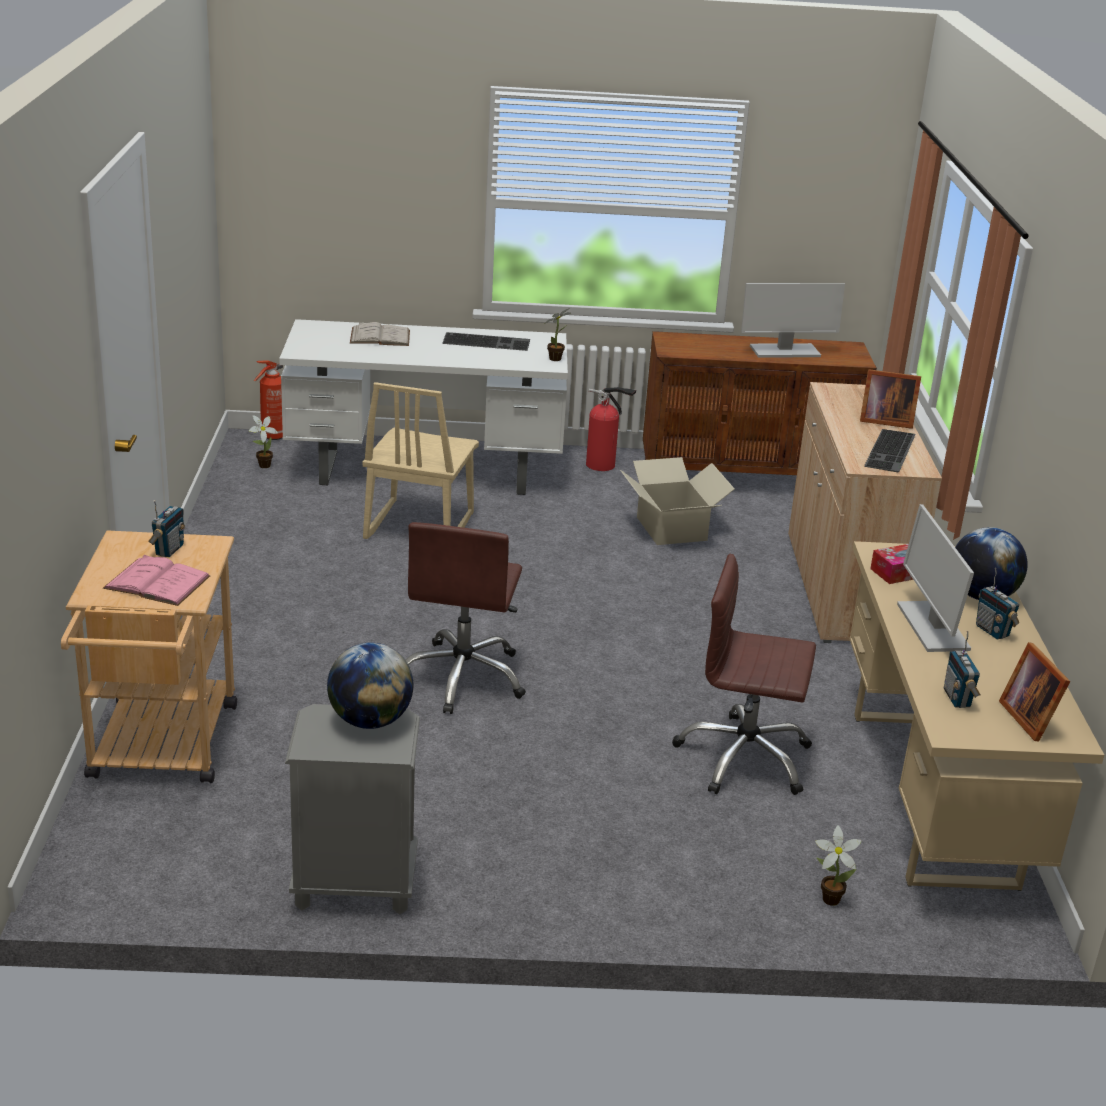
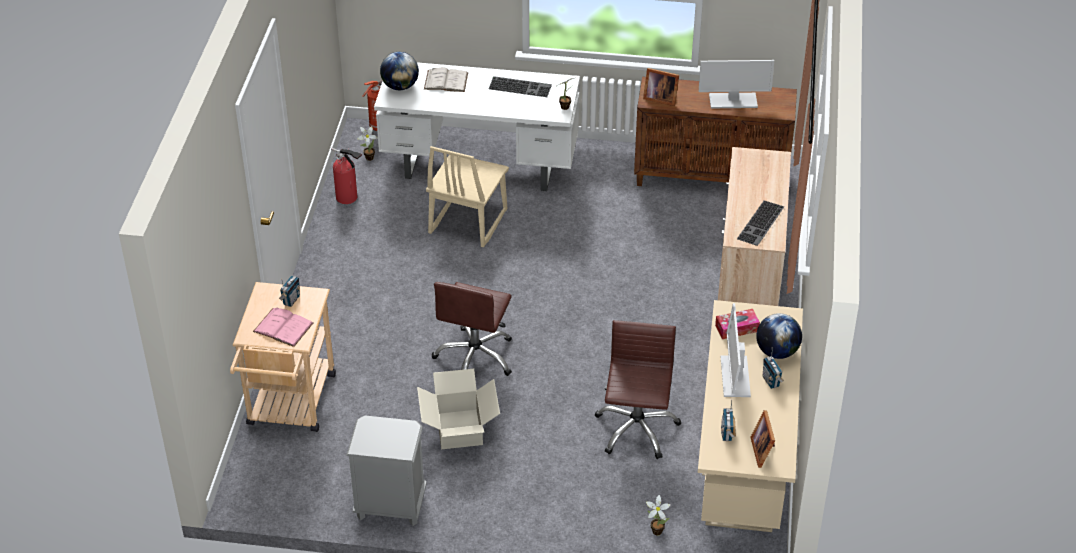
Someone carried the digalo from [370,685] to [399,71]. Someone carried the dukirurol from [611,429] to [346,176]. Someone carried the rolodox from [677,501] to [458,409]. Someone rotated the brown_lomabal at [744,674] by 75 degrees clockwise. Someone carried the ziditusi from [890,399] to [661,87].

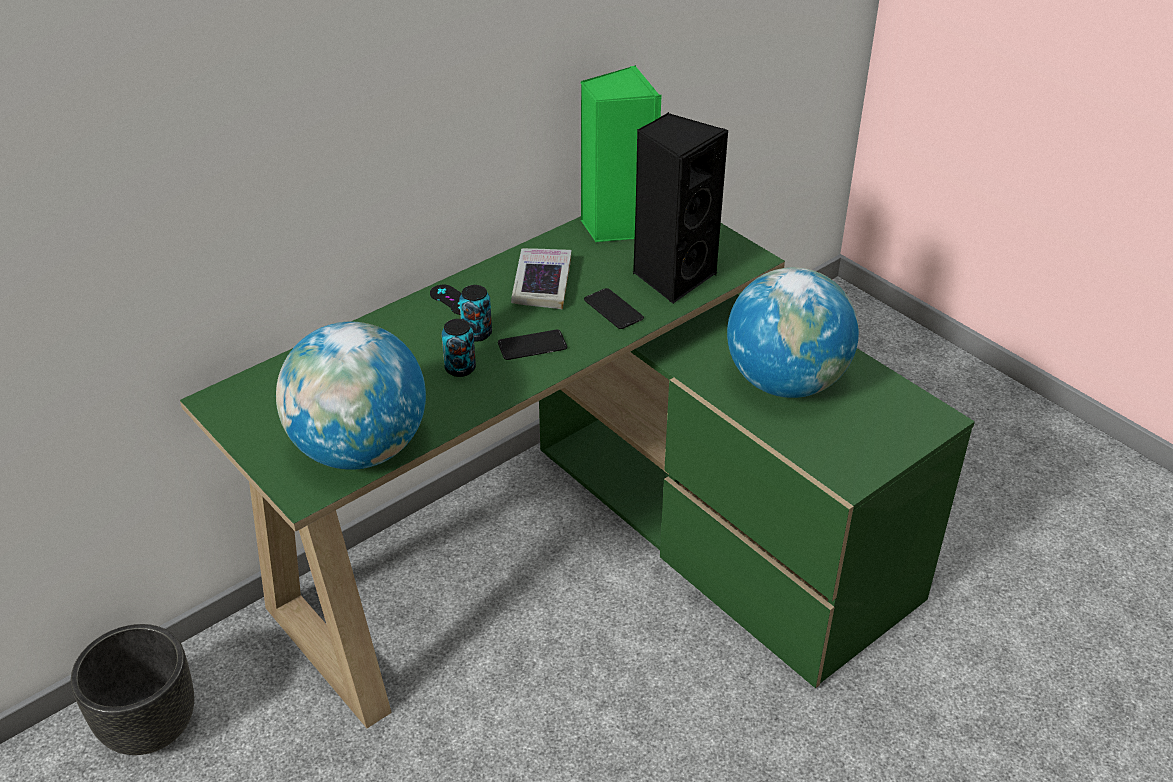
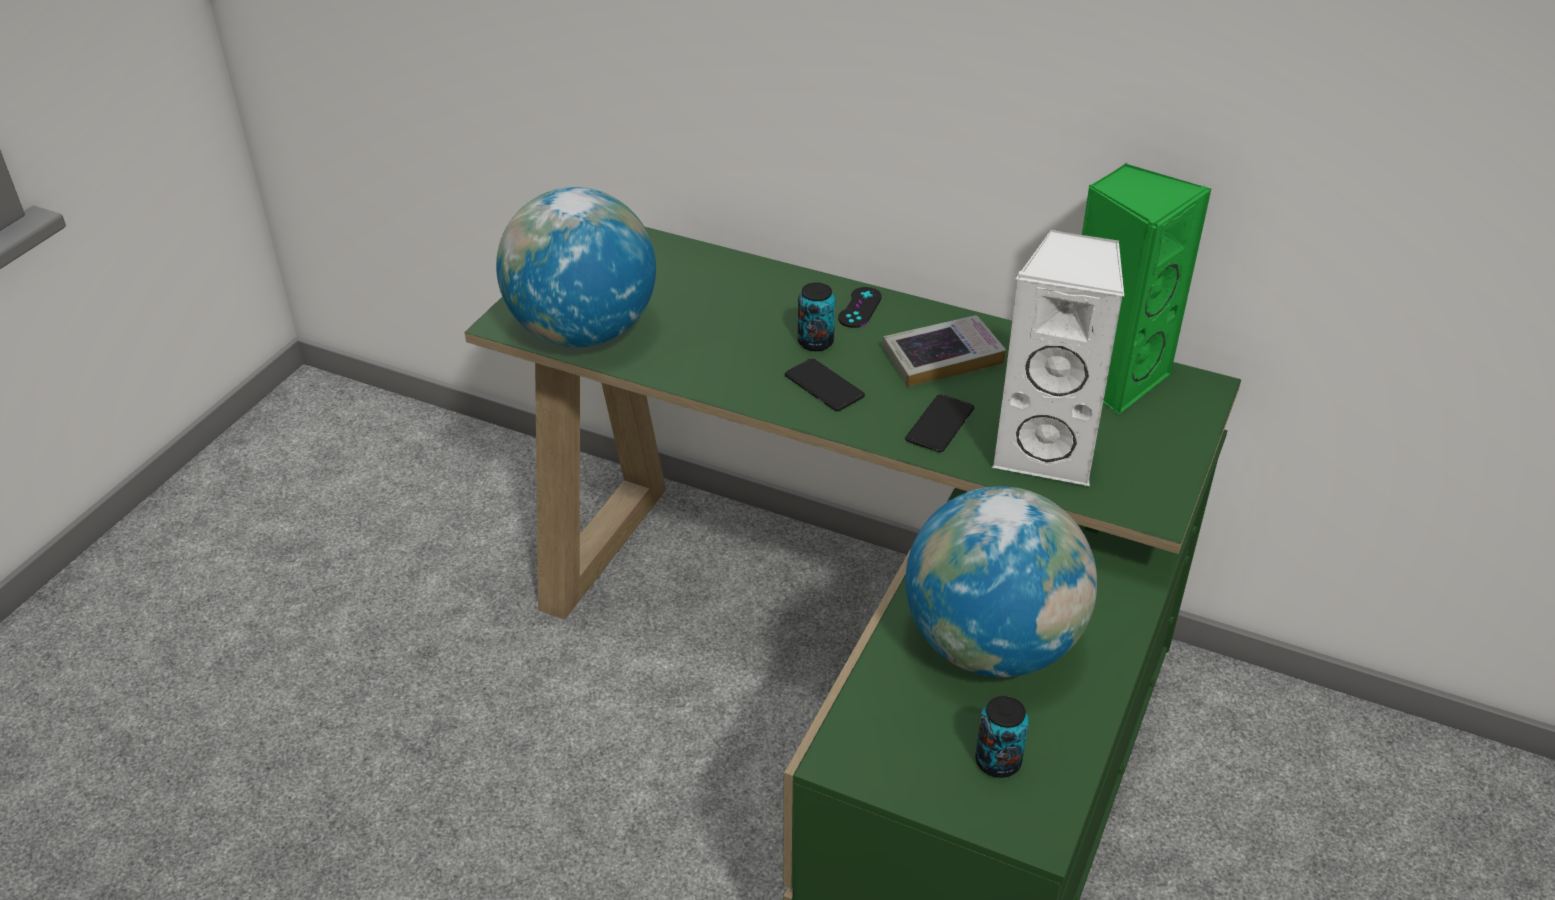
Someone took away the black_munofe at [132,689]. Someone carried the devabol from [459,348] to [1002,737]. Someone repainted the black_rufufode at [680,208], which became the white_rufufode at [1058,357].

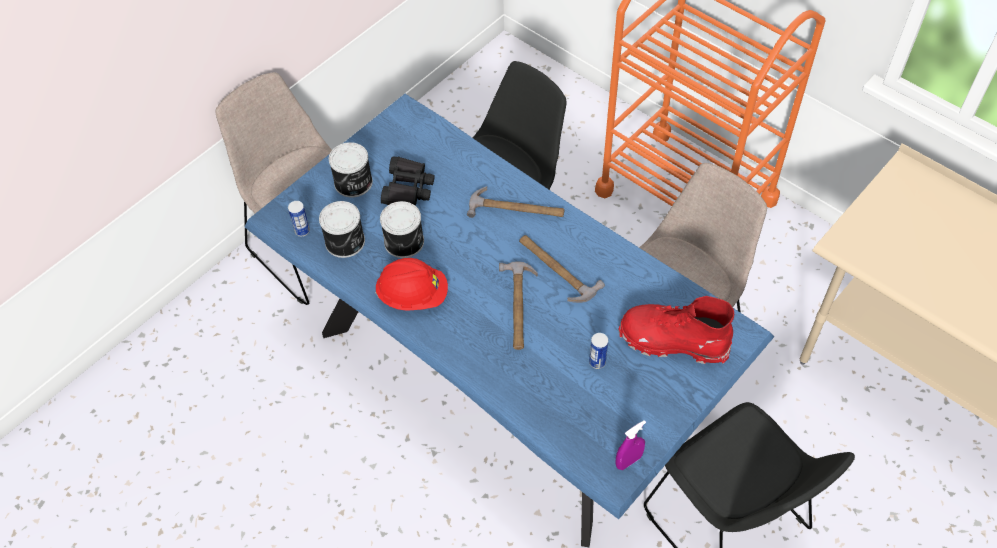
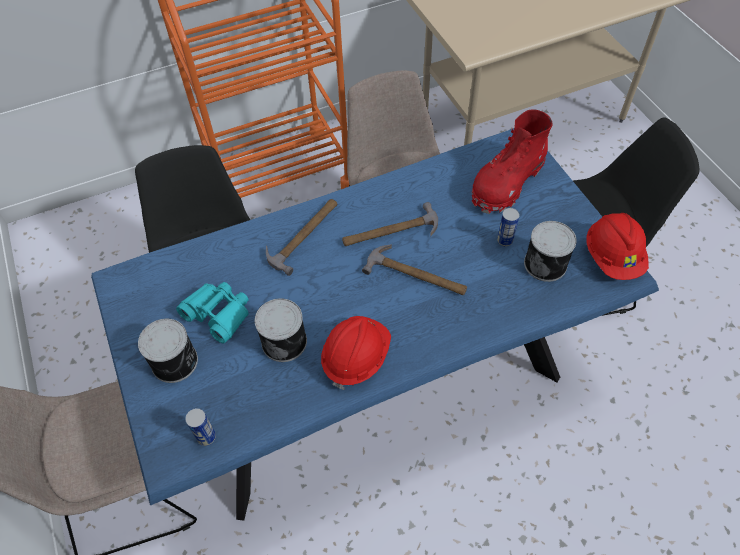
Someone carried the devabol from [342,229] to [550,251]. Someone repainted the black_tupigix at [408,181], which became the turquoise_tupigix at [212,312]. Someone swapped the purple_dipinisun at [631,445] for the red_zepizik at [618,246].

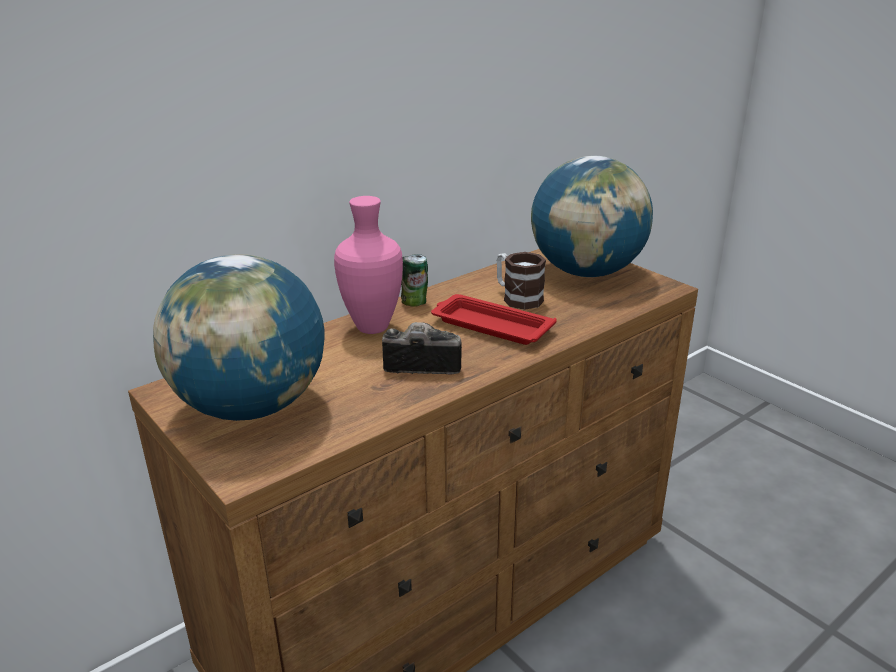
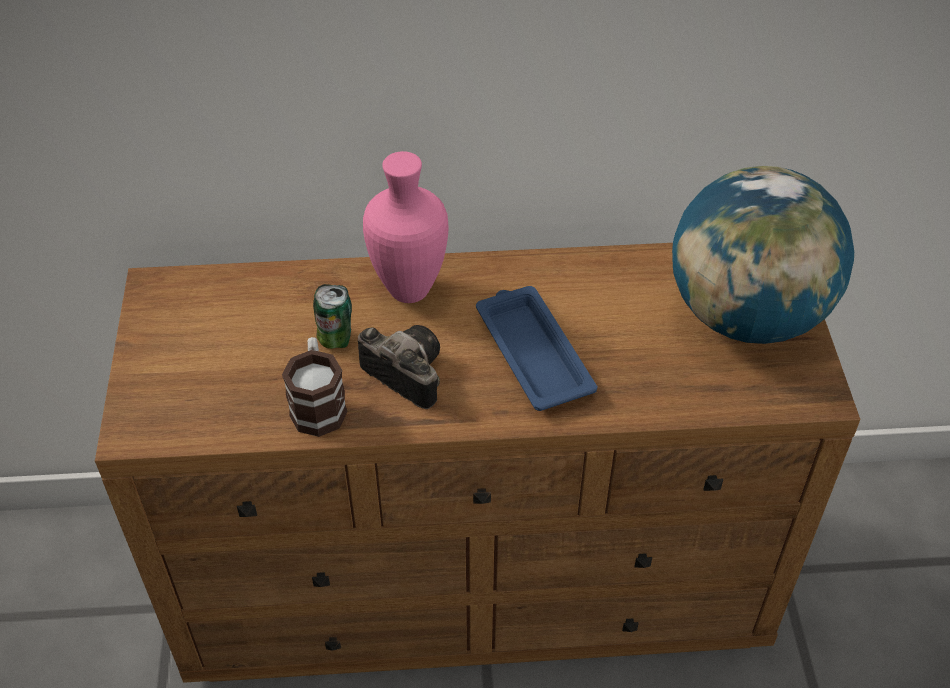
Someone took away the digalo at [239,337]. Someone carried the devabol from [414,280] to [332,316]. Someone repainted the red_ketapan at [494,319], which became the blue_ketapan at [537,348]. Someone carried the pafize from [521,281] to [315,387].

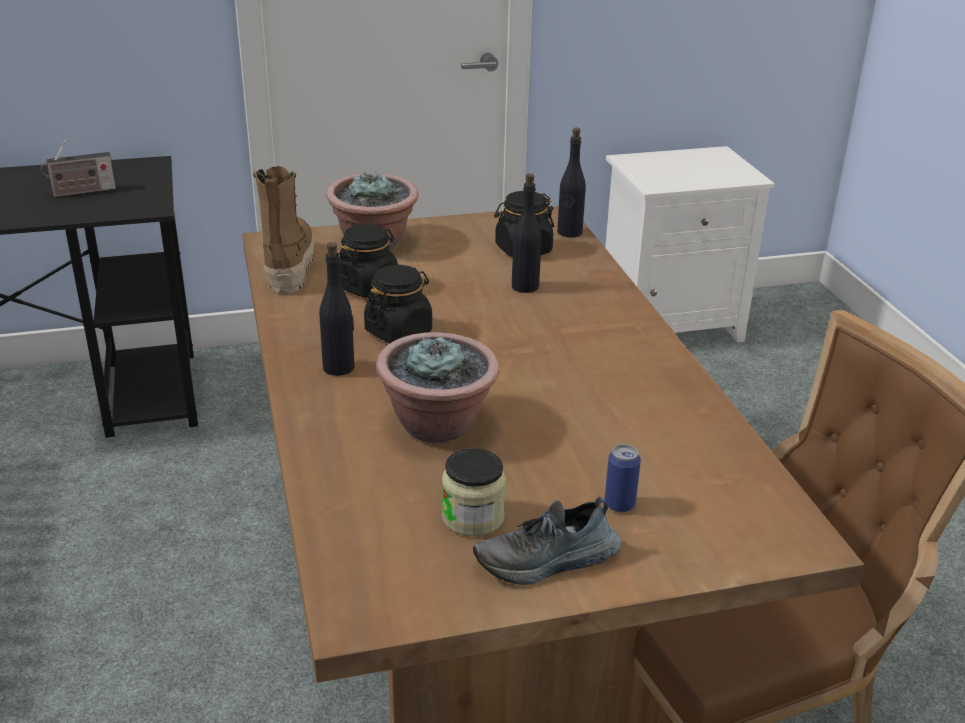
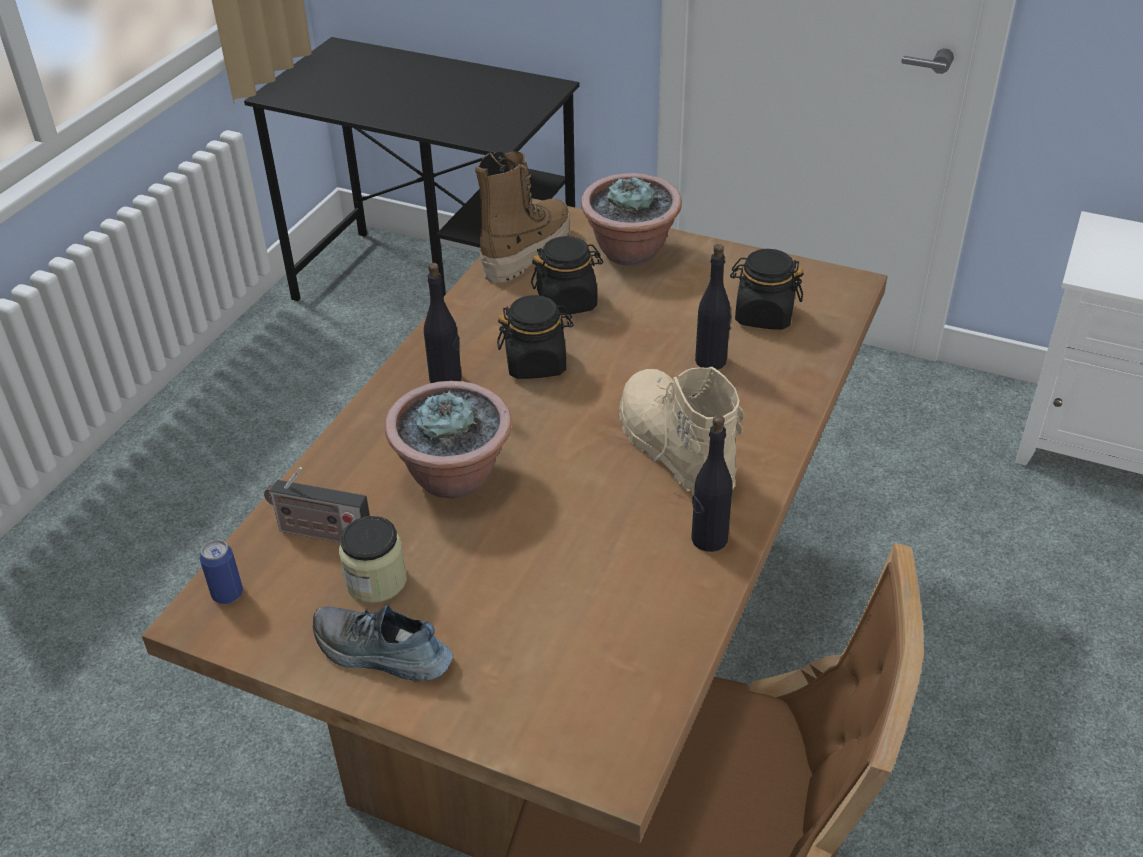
Someone carried the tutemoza from [78,168] to [317,505]. Someone carried the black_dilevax from [571,183] to [712,483]. Someone carried the devabol from [623,478] to [221,571]. Someone put down the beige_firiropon at [681,431].

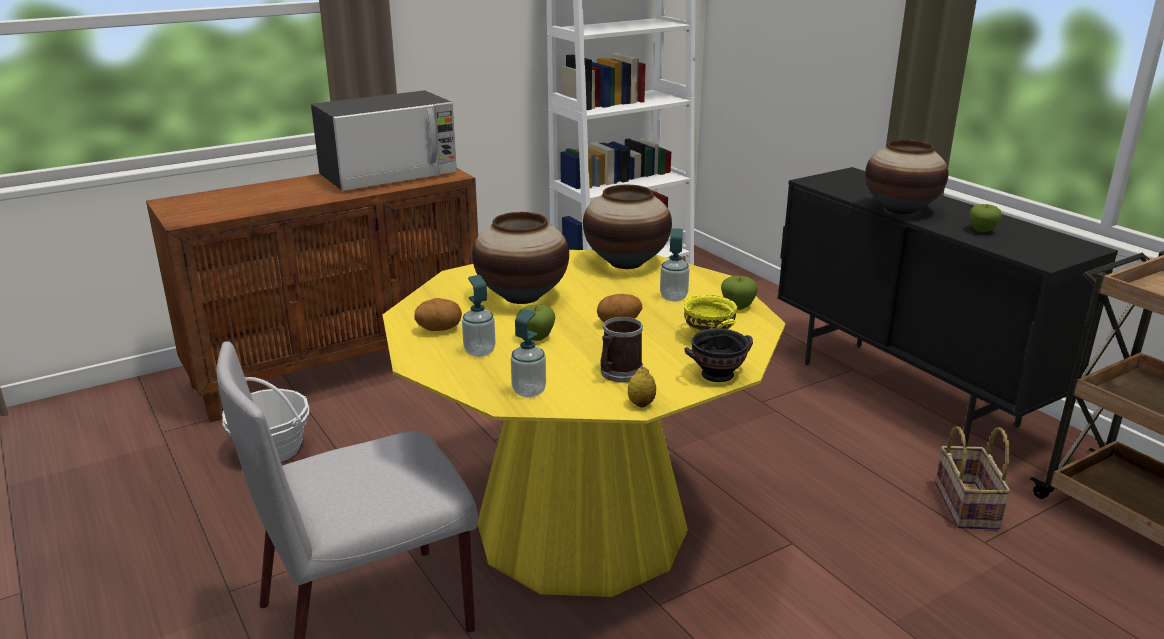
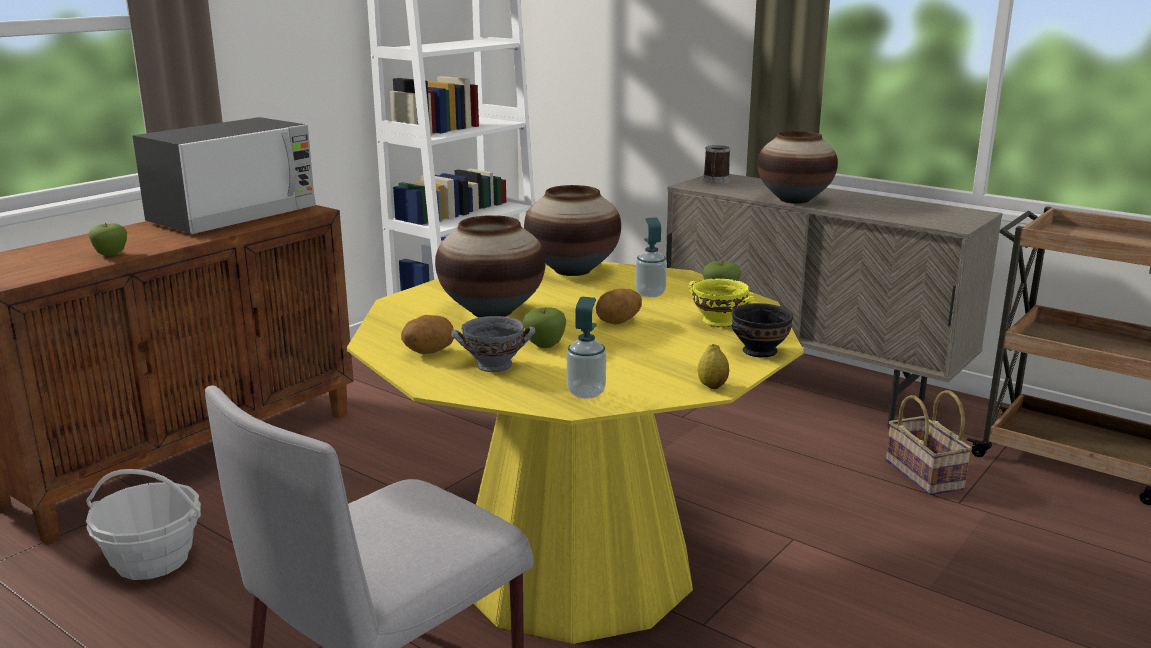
Someone swapped the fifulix at [479,316] for the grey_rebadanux at [493,344]. Someone carried the pafize from [621,349] to [716,164]. Someone repainted the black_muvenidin at [948,306], which became the beige_muvenidin at [834,301]. Someone carried the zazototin from [986,218] to [108,239].

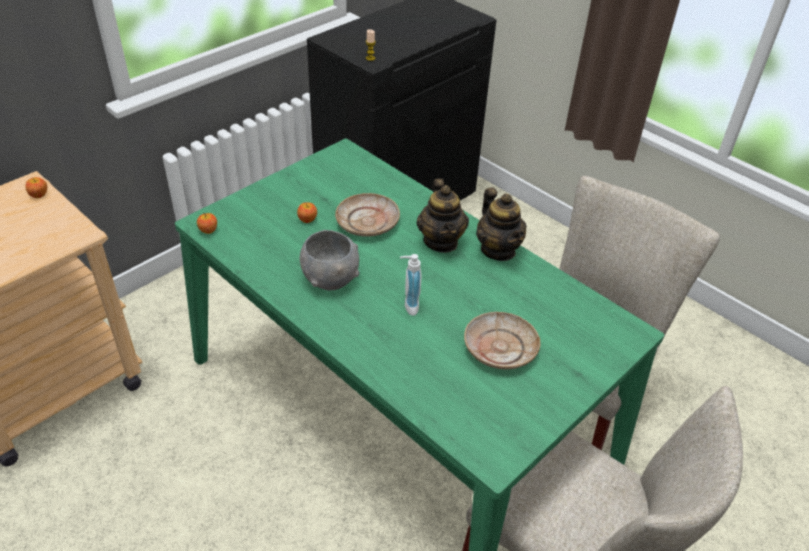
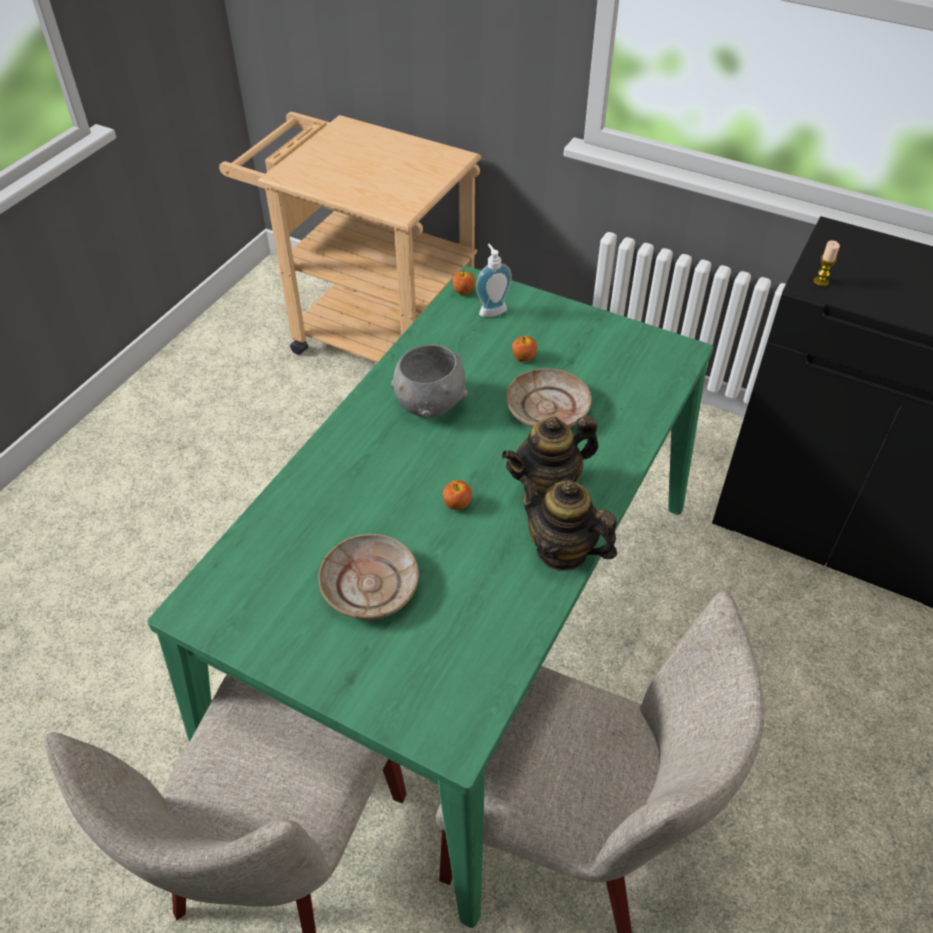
Someone carried the zazototin from [36,187] to [457,495]. Someone carried the fifulix from [410,285] to [494,280]. Someone rotated the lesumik at [501,224] by 75 degrees clockwise.

